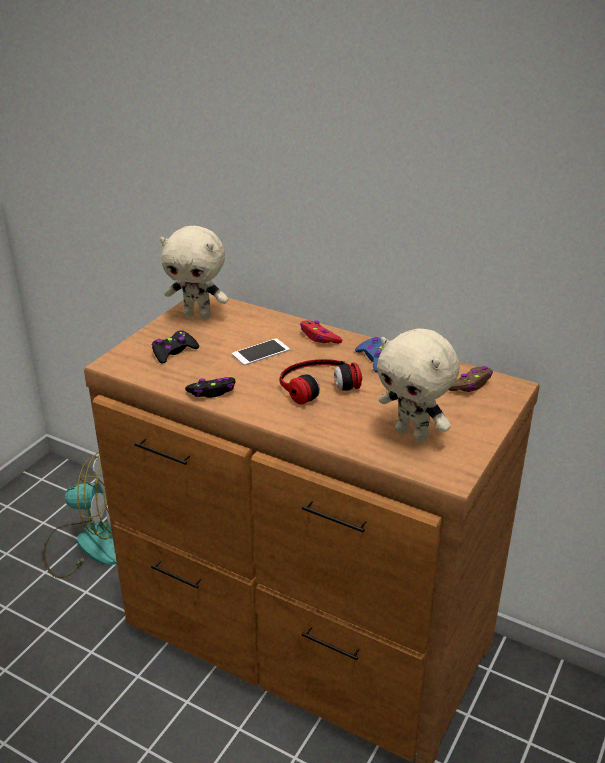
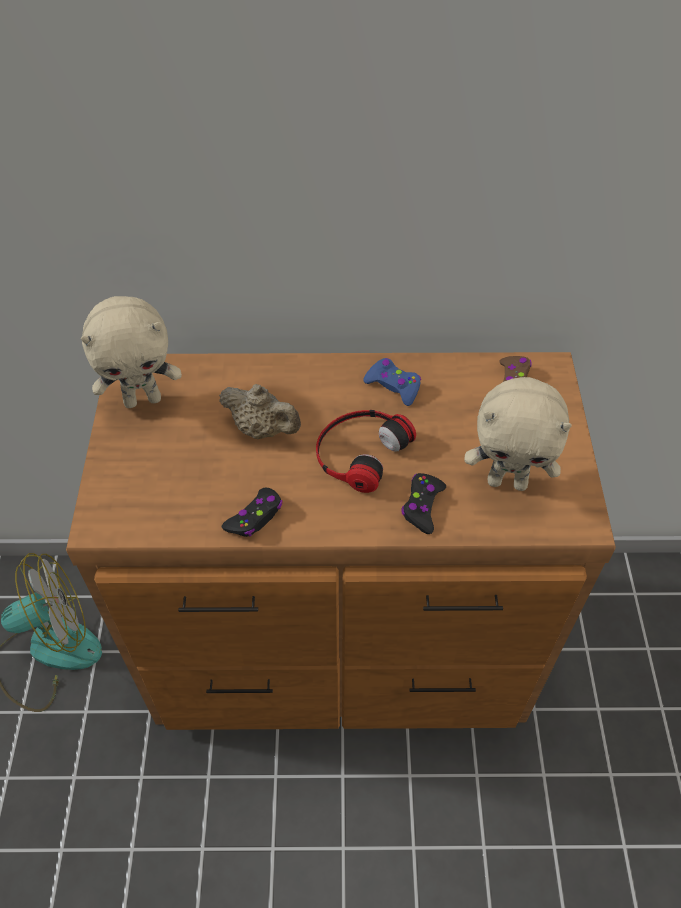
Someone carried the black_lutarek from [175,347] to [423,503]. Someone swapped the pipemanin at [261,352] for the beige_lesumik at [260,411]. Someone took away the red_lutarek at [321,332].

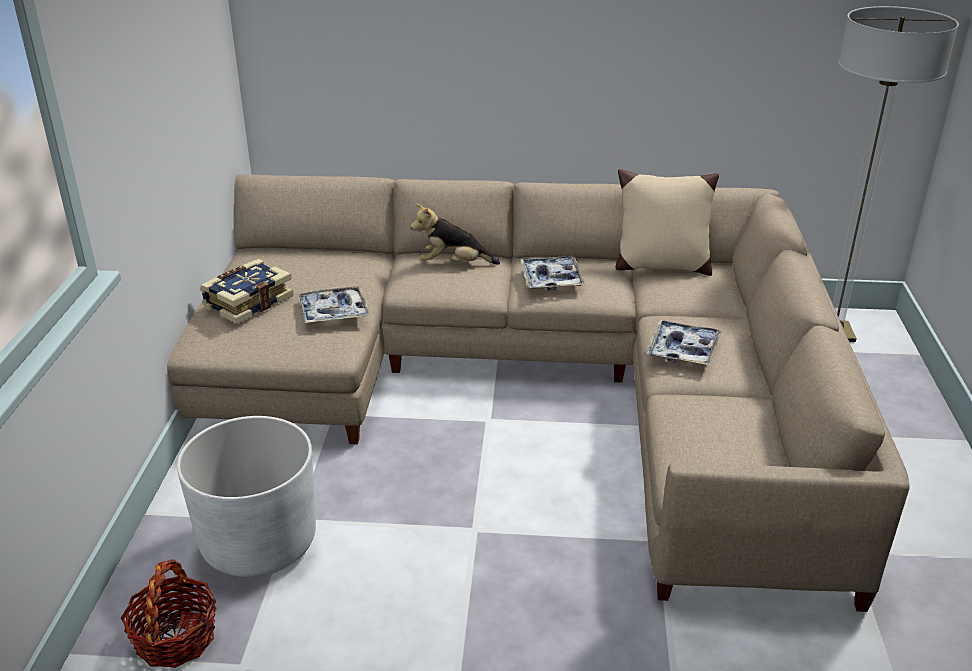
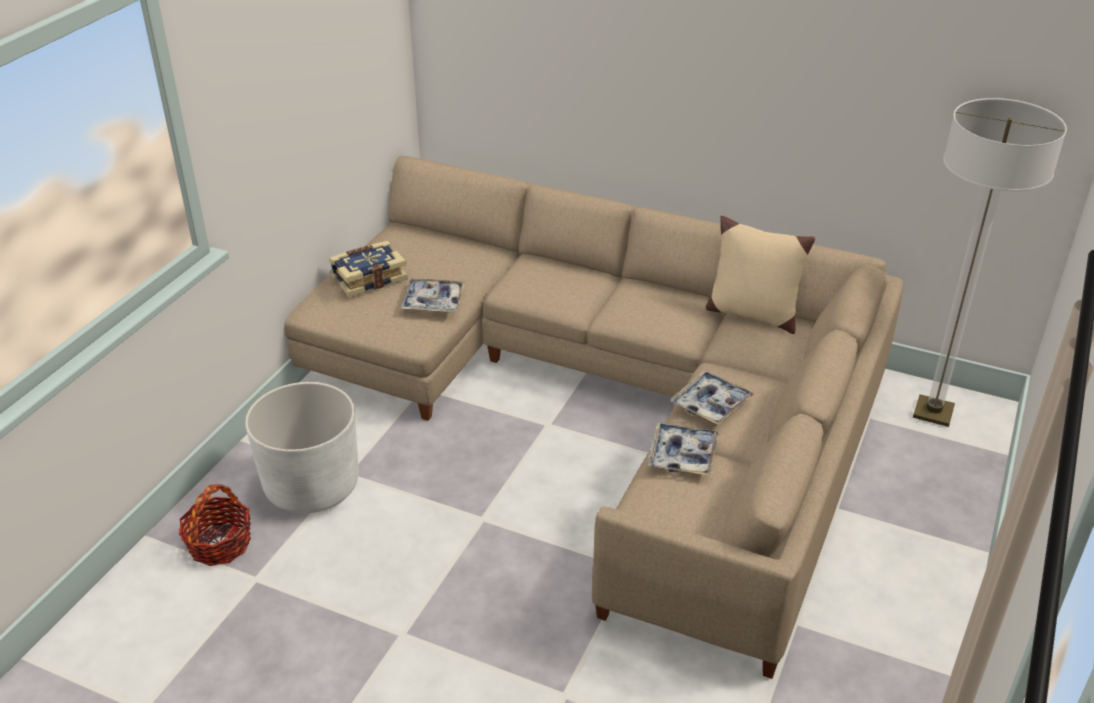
Someone took away the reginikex at [455,233]. Someone carried the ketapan from [553,273] to [683,449].

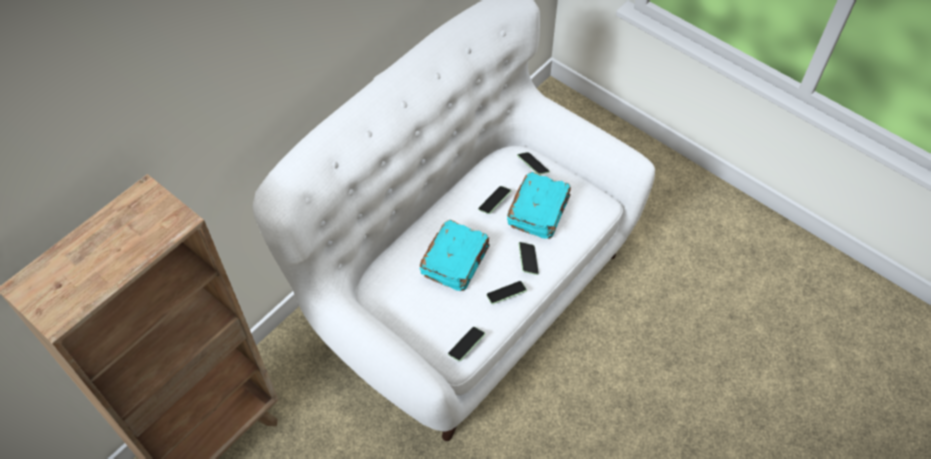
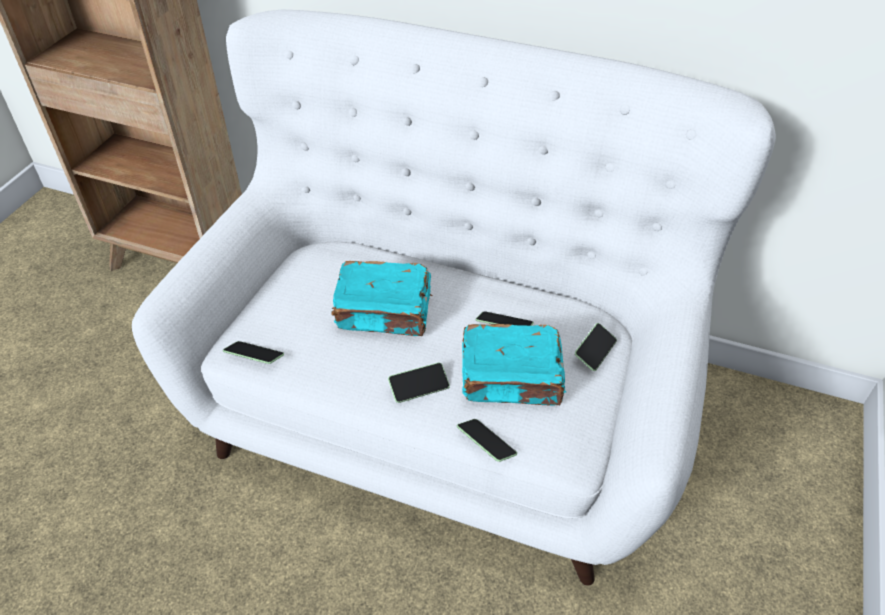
Someone carried the pipemanin from [506,292] to [487,440].

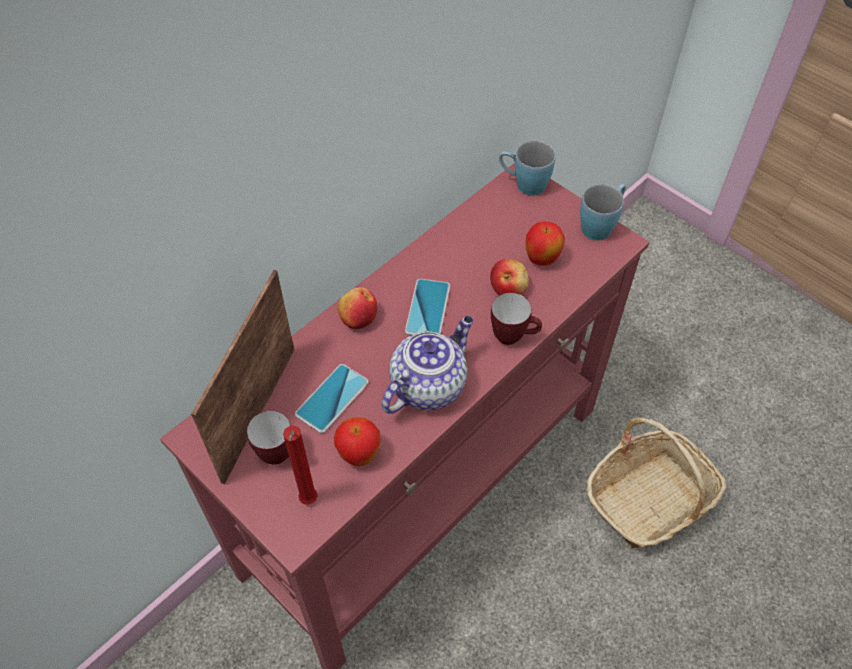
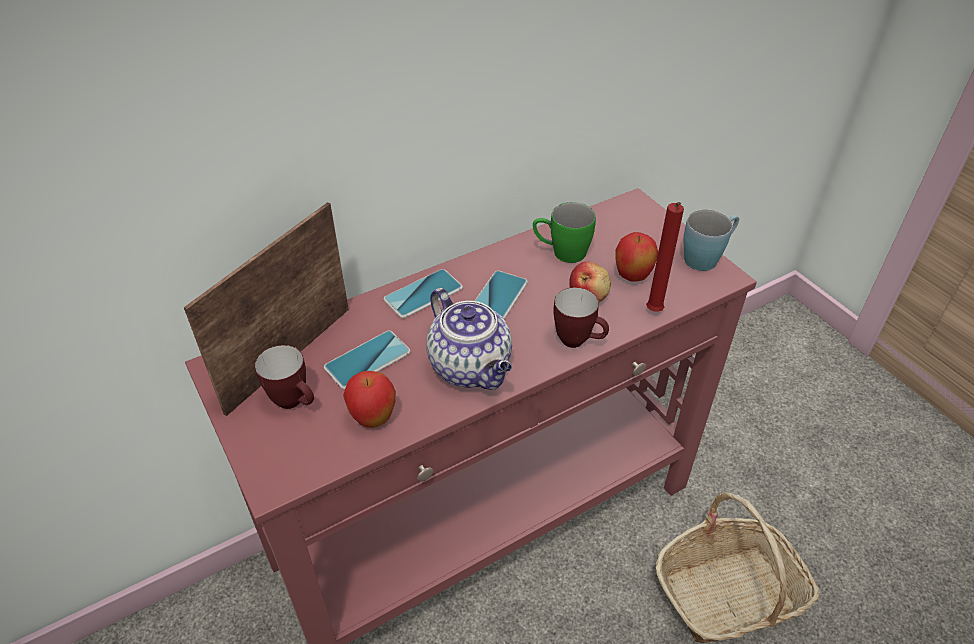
Someone carried the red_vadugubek from [300,465] to [665,257]. Someone swapped the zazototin at [357,308] for the pipemanin at [423,293]. Someone rotated the lesumik at [427,365] by 90 degrees clockwise. Someone took away the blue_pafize at [527,168]. Someone put down the green_pafize at [564,232].

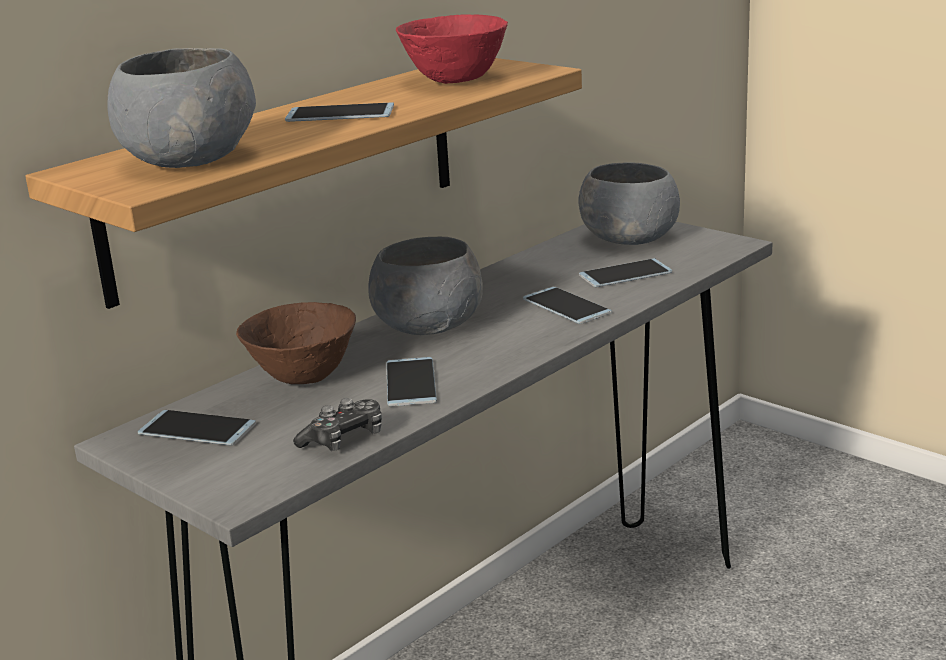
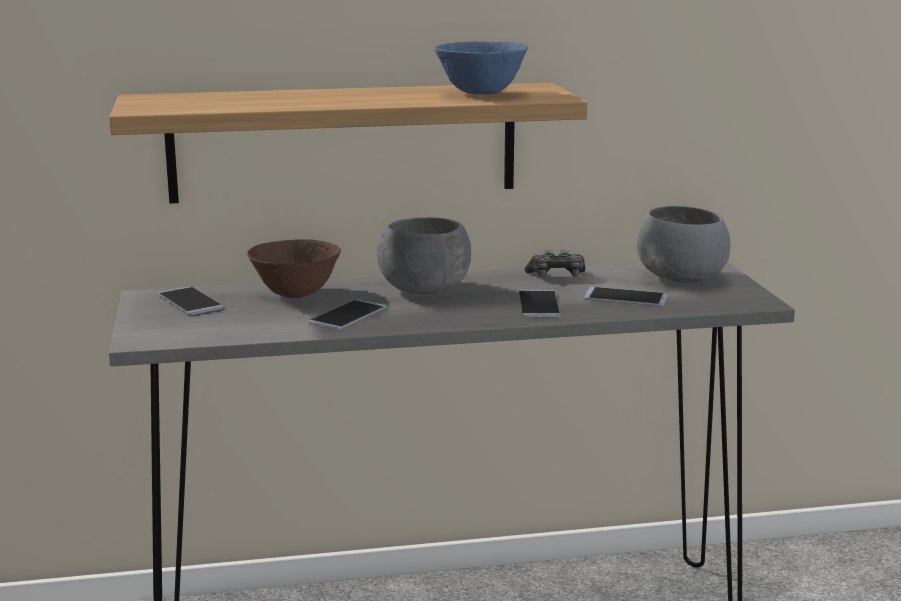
Someone took away the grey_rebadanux at [181,108]. Someone took away the pipemanin at [339,112]. Someone carried the lutarek from [337,424] to [555,263]. Someone repainted the red_rebadanux at [452,49], which became the blue_rebadanux at [481,68].

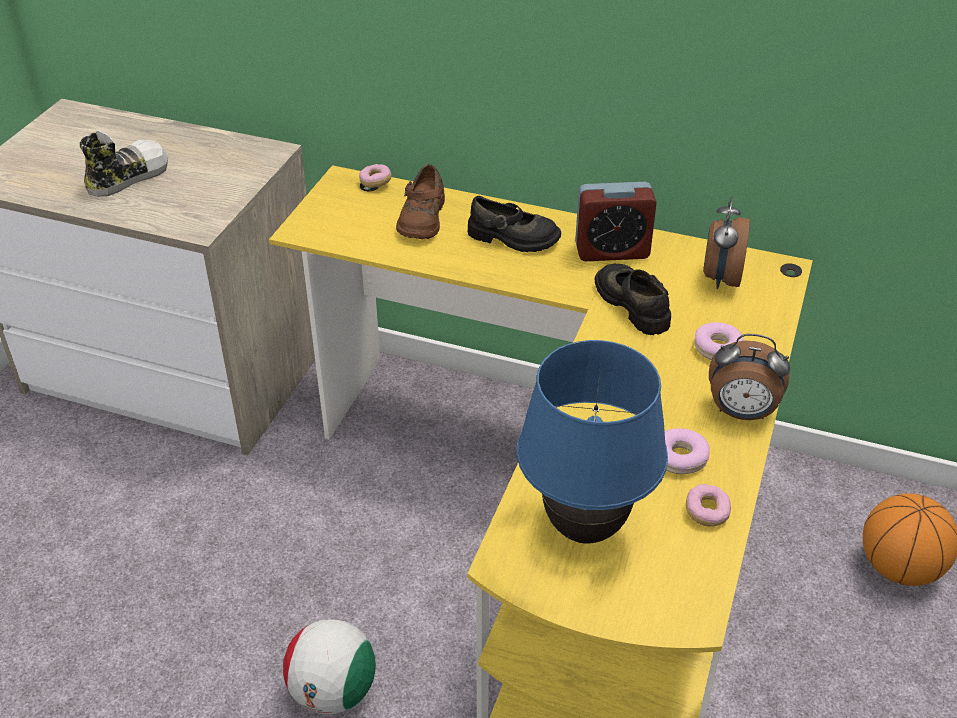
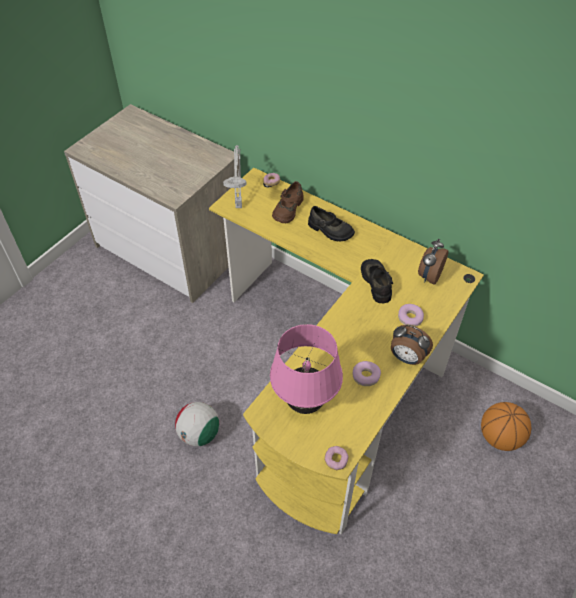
Someone took away the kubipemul at [124,164]. Someone repainted the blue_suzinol at [592,442], which became the pink_suzinol at [306,369]. Someone took away the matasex at [616,221]. Someone carried the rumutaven from [708,505] to [336,458]. Someone put down the grey_suzinol at [235,176].

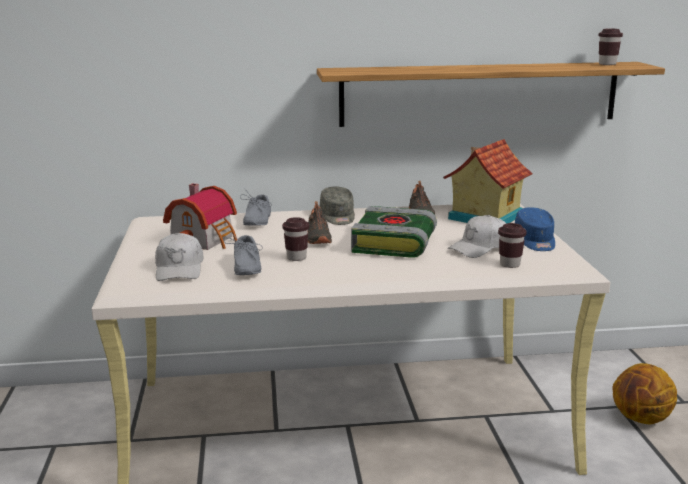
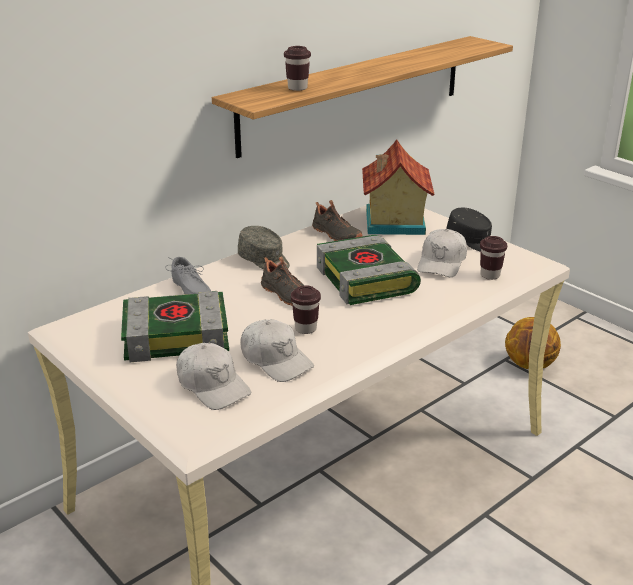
Someone swapped the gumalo at [200,216] for the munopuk at [175,326]. Someone swapped the grey_kubipemul at [243,252] for the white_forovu at [277,350]. Someone repainted the blue_forovu at [535,229], which became the black_forovu at [469,230]. Someone carried the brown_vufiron from [611,47] to [297,68].

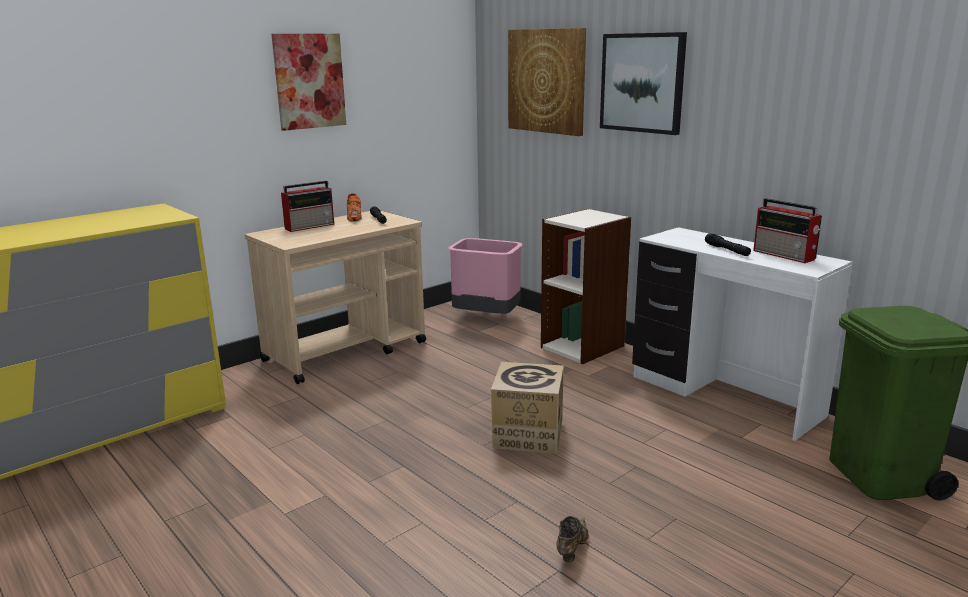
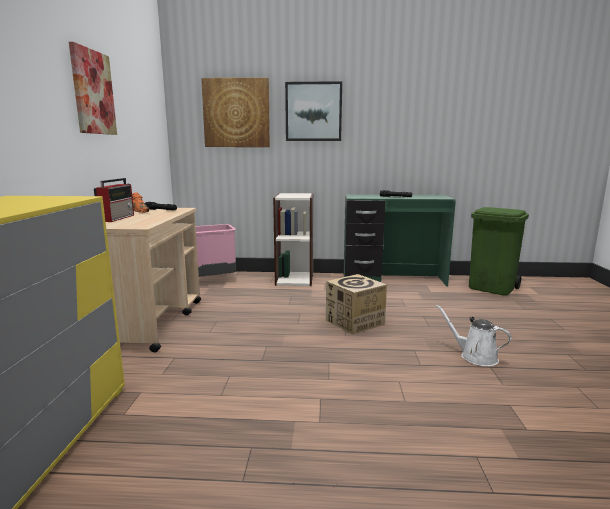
Someone swapped the brown_kubipemul at [572,539] for the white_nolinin at [474,335]. Someone repainted the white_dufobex at [742,334], which became the green_dufobex at [400,240]. Someone took away the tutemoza at [787,230].

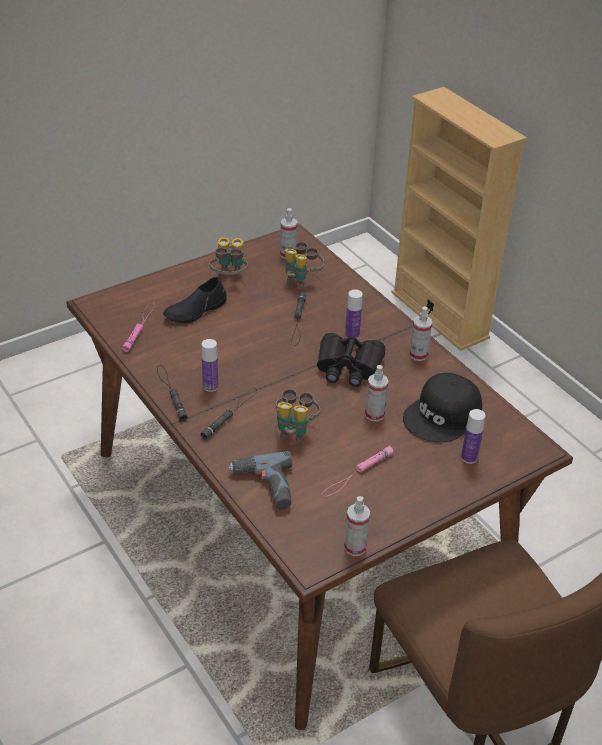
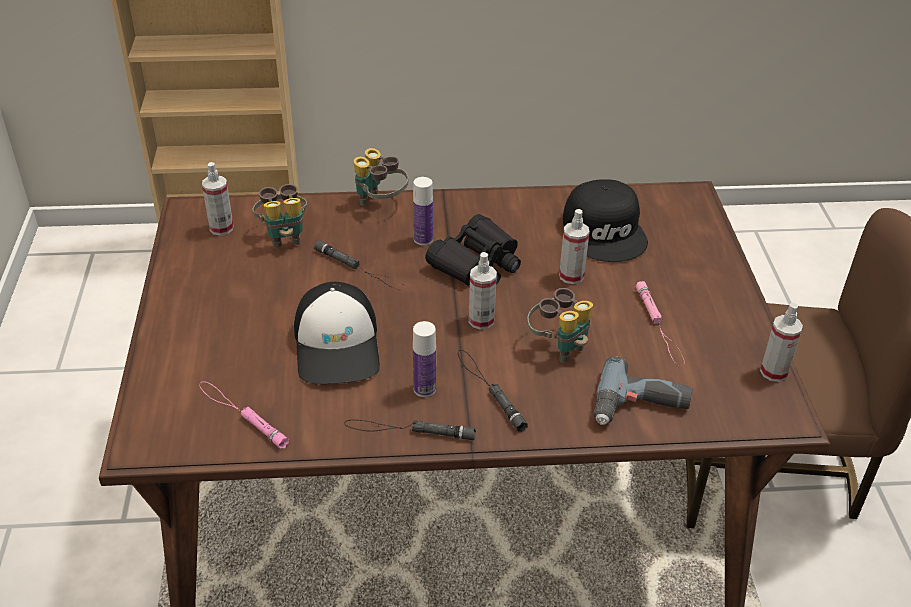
Someone took away the black_kubipemul at [195,300]. Someone carried the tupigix from [228,256] to [381,177]. Someone carried the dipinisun from [420,334] to [483,291]. Someone took away the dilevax at [473,436]. Someone put down the forovu at [337,333].

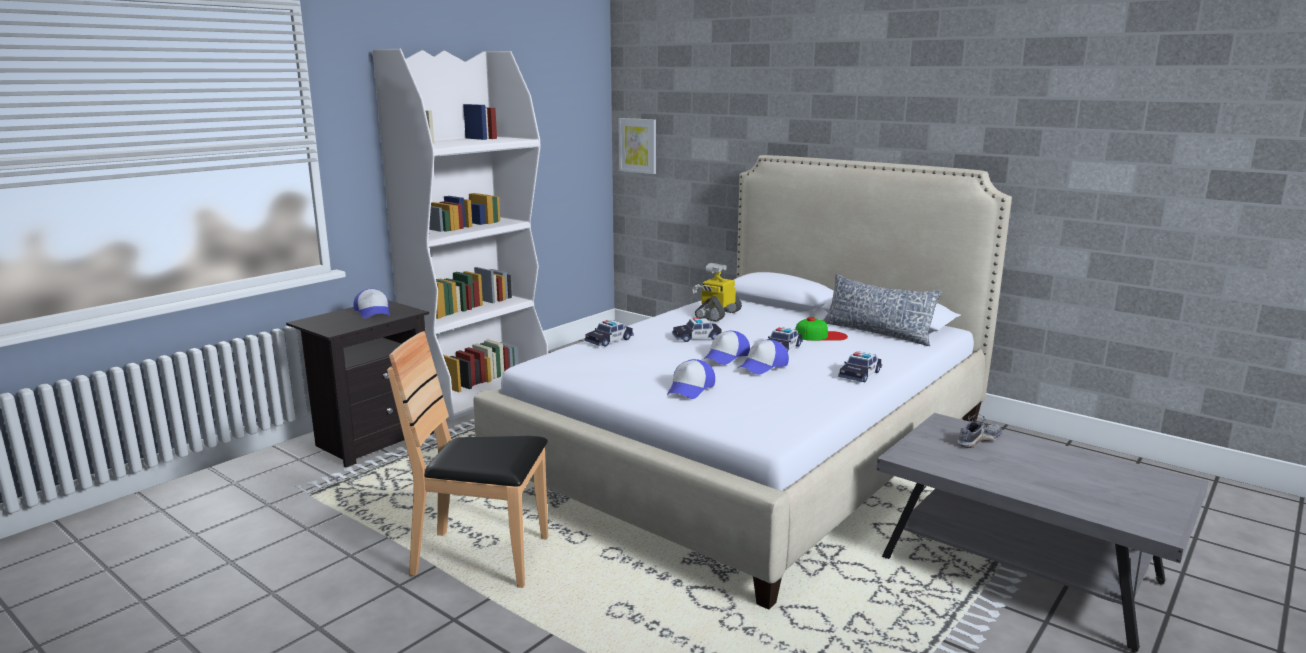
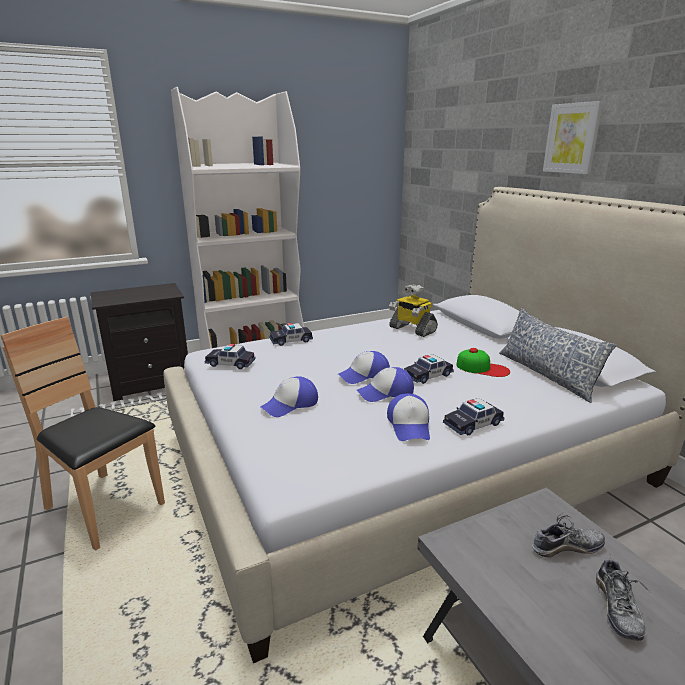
Someone carried the forovu from [371,303] to [408,417]. Someone carried the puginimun from [637,146] to [573,137]. Someone carried the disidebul from [697,329] to [230,356]. Someone rotated the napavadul at [717,292] by 105 degrees counterclockwise. Someone put down the kubipemul at [623,597].

